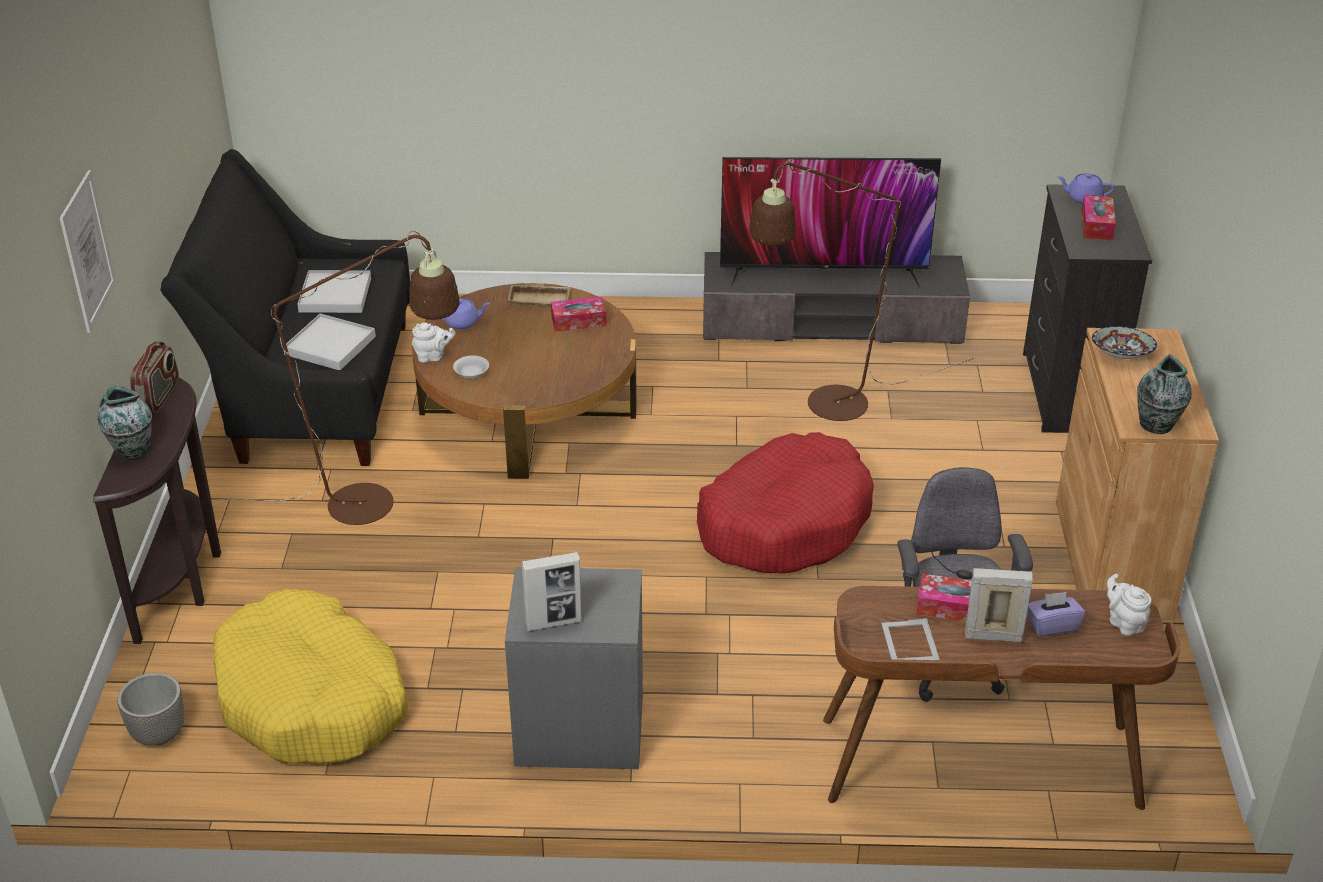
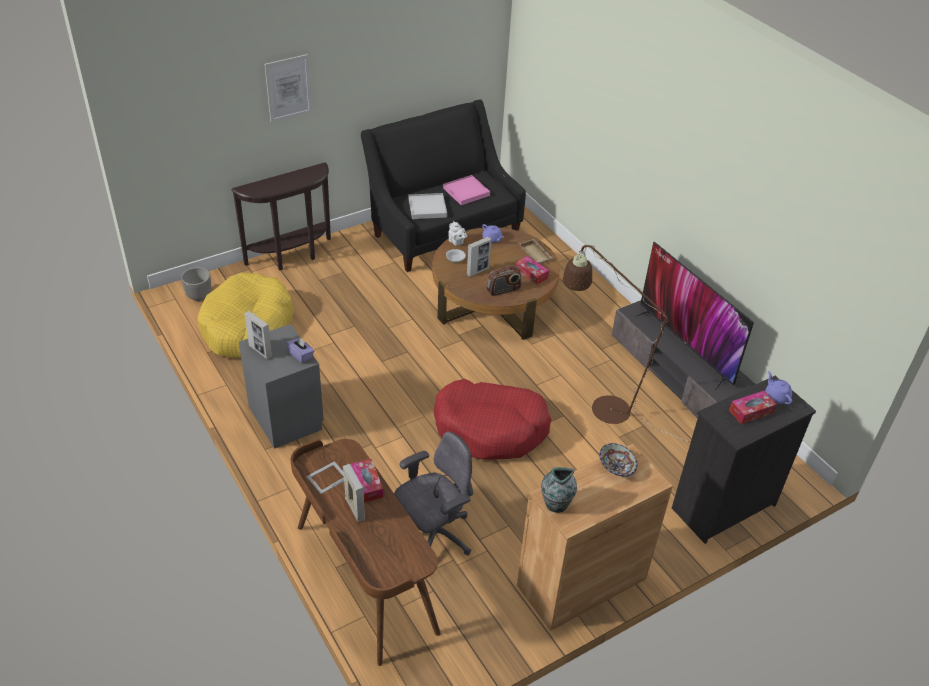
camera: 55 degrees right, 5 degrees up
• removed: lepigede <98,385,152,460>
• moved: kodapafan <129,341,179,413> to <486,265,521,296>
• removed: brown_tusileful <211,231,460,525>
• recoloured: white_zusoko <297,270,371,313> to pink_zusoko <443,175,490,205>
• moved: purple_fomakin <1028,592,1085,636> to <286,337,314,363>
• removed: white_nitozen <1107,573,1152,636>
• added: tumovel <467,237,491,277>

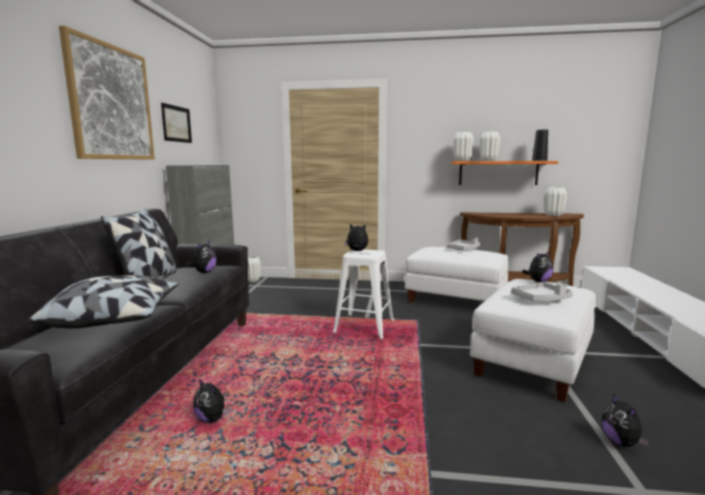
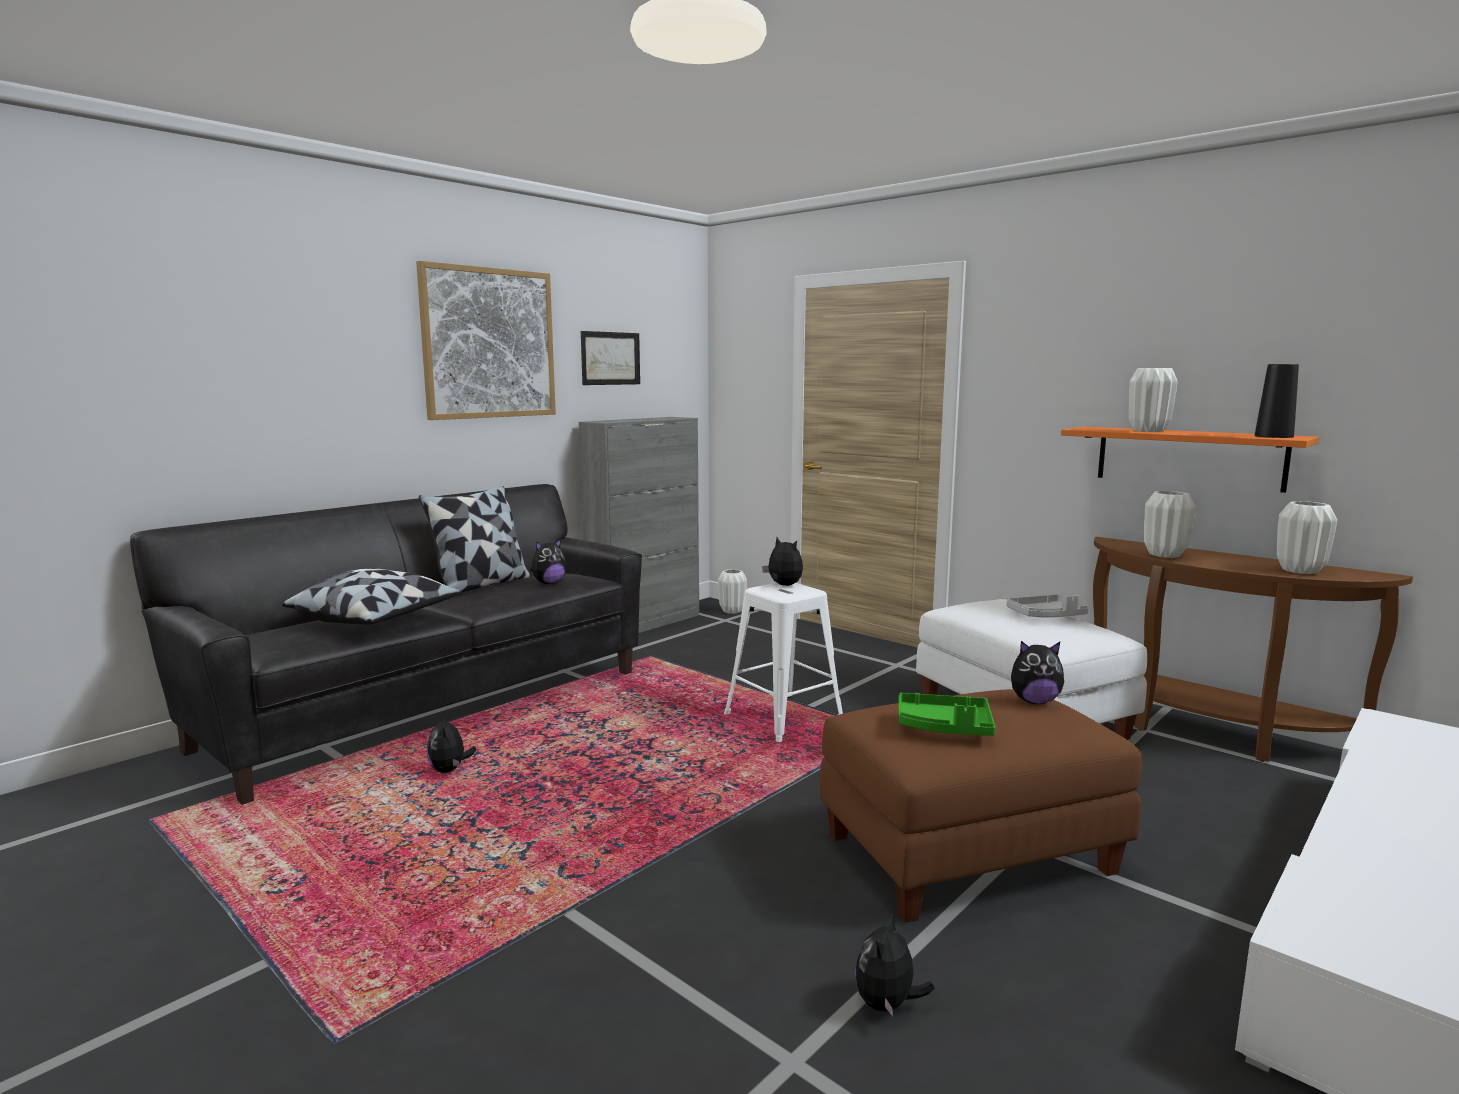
camera: 35 degrees right, 0 degrees up
• moved: white_lepigede <454,132,474,161> to <1144,491,1195,558>
• recoloured: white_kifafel <470,279,596,402> to brown_kifafel <820,689,1142,923>
• recoloured: grey_zusoko <511,282,573,302> to green_zusoko <898,693,996,736>

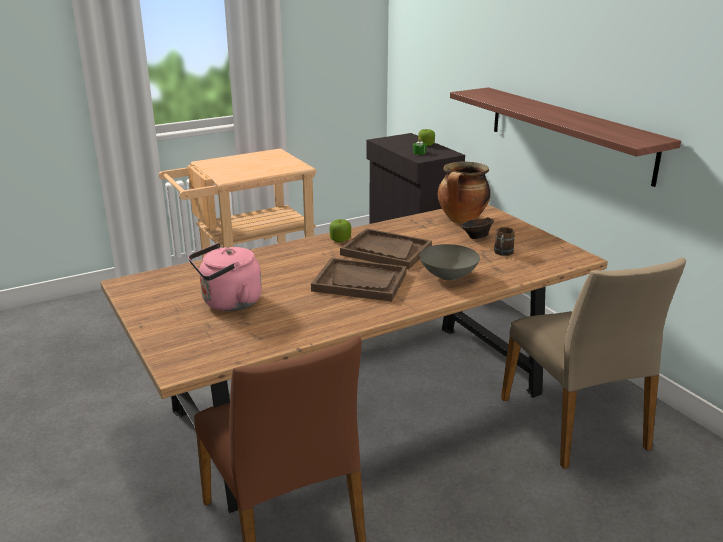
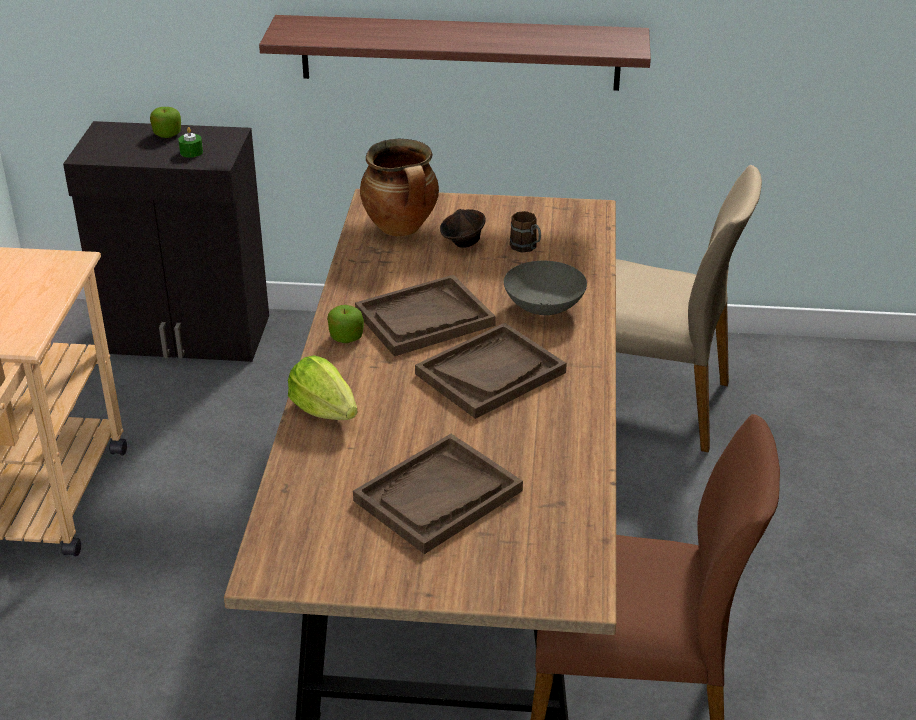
camera: 55 degrees left, 10 degrees up
• replaced: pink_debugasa <188,243,262,311> to brown_zusoko <353,434,523,554>
• added: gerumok <288,355,358,420>

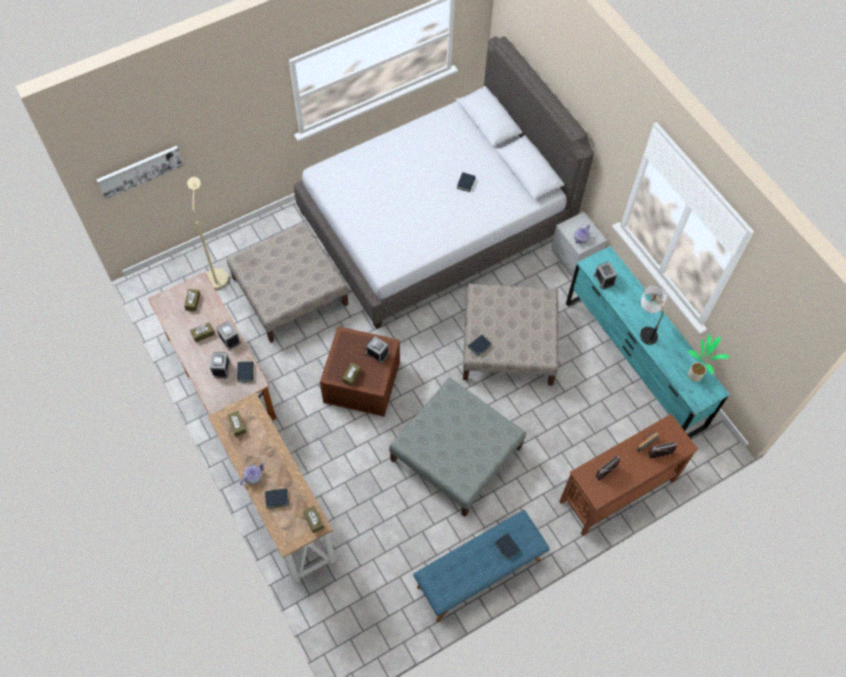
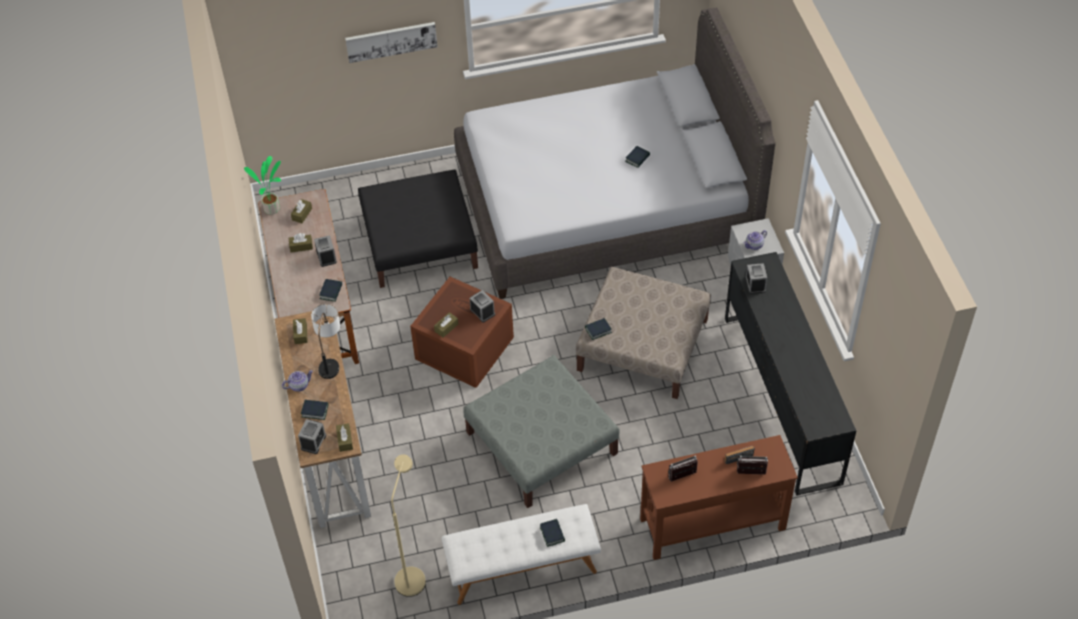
camera: 20 degrees right, 10 degrees down
• moved: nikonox <96,146,183,199> to <345,22,437,63>
• moved: beige_tusileful <187,177,229,290> to <391,454,426,597>
• moved: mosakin <210,352,230,378> to <298,419,326,454>
• recoloured: beige_kifafel <226,222,348,343> to black_kifafel <358,170,478,288>
• recoloured: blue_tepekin <413,510,550,622> to white_tepekin <441,504,601,605>
• recoloured: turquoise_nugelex <566,246,730,438> to black_nugelex <725,252,856,496>
• moved: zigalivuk <640,285,667,345> to <311,304,340,379>
• moved: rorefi <688,334,729,382> to <244,156,281,215>

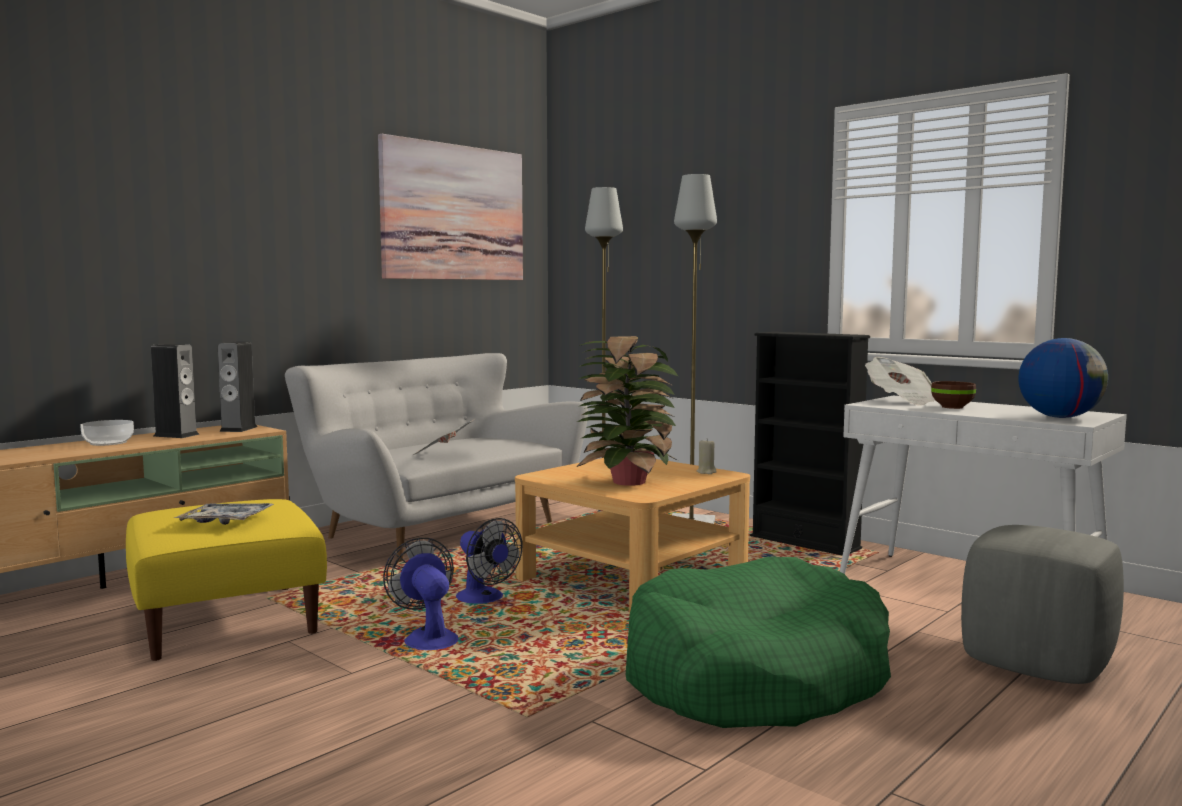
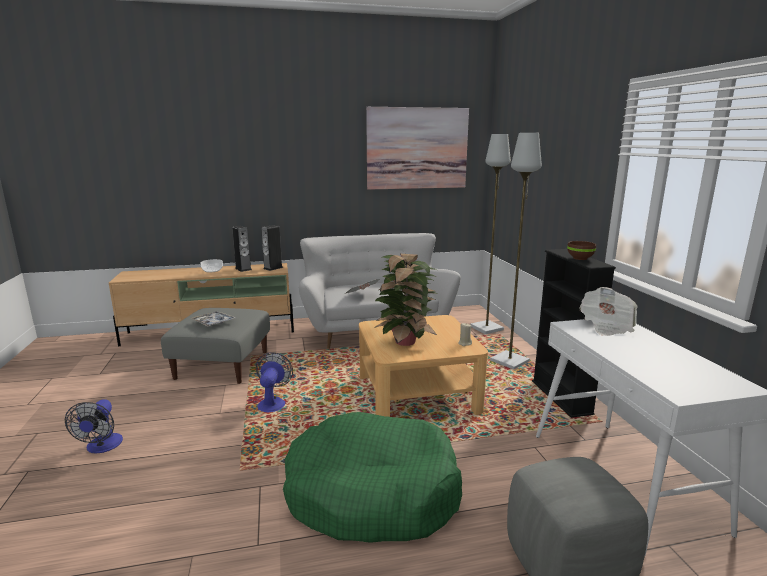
camera: 35 degrees right, 10 degrees up
• recoloured: yellow_kifafel <126,499,327,661> to grey_kifafel <161,308,270,384>
• moved: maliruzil <456,518,523,604> to <65,399,123,453>
• moved: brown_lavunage <931,381,976,409> to <567,241,596,260>
• removed: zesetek <1018,338,1108,418>

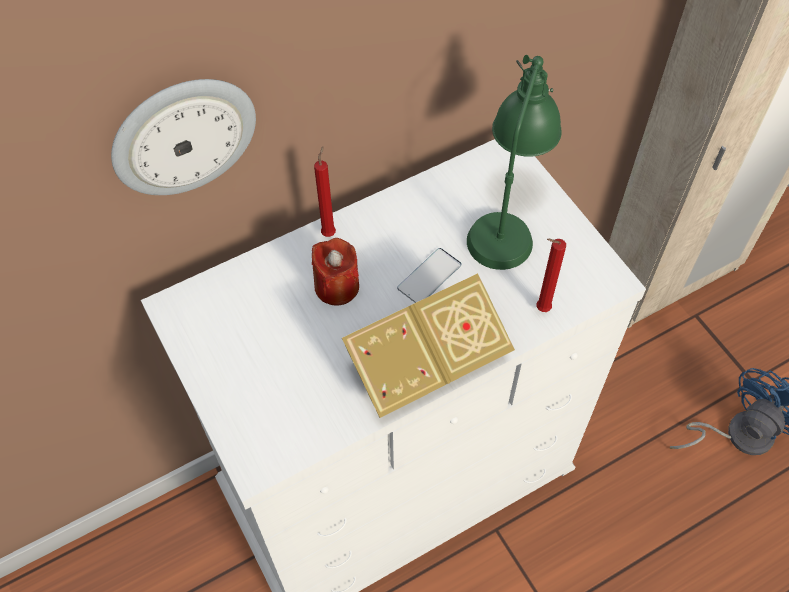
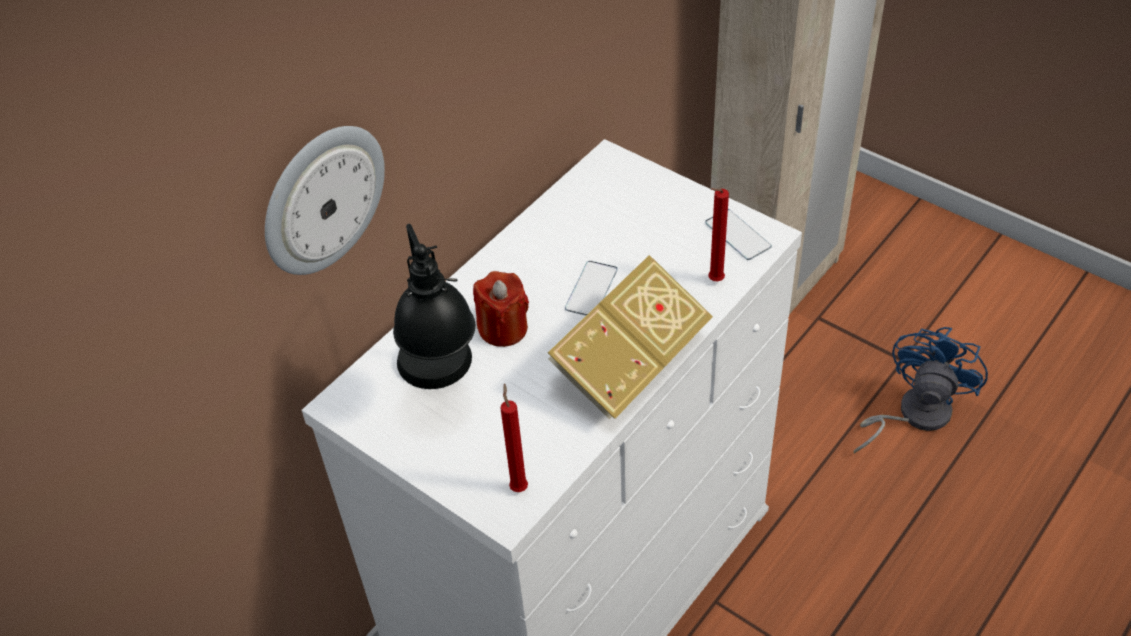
camera: 20 degrees left, 10 degrees down
• moved: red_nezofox <314,146,336,237> to <500,383,528,492>
• removed: green_zigalivuk <467,55,562,270>
• added: black_zigalivuk <393,224,475,389>
• added: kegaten <705,209,772,260>

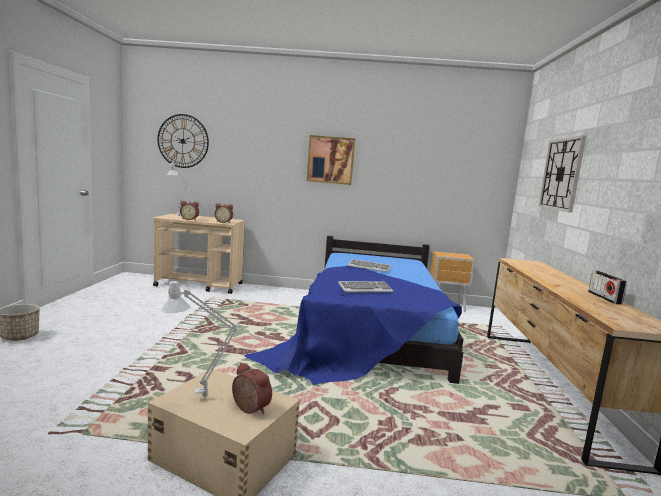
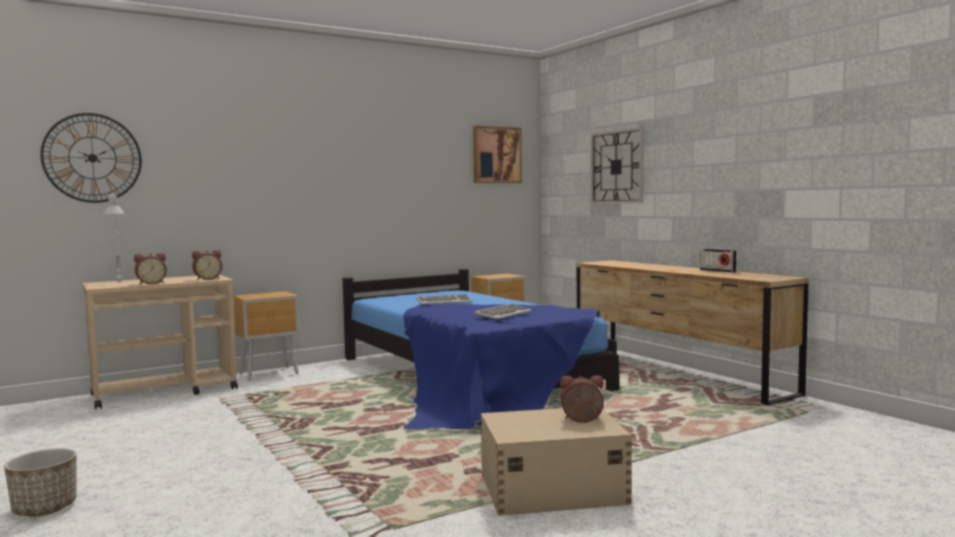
camera: 35 degrees left, 5 degrees down
• removed: grey_zigalivuk <161,280,259,397>
• moved: nikonox <307,135,355,185> to <473,126,522,183>
• added: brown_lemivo <233,291,300,381>

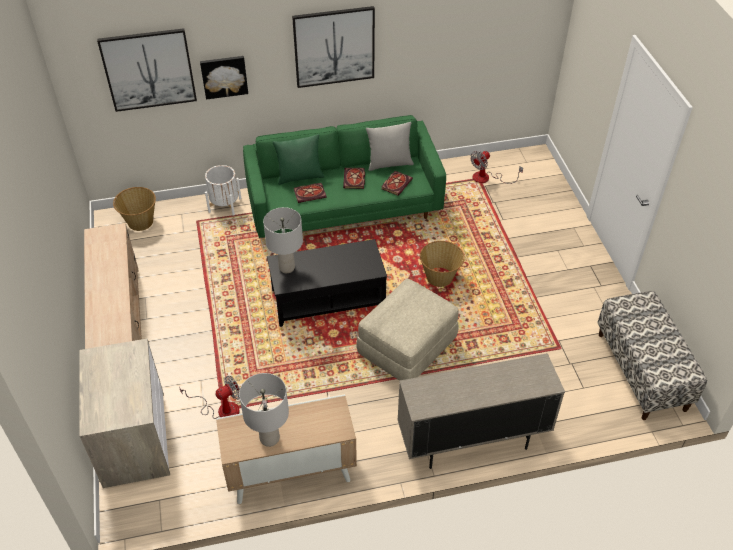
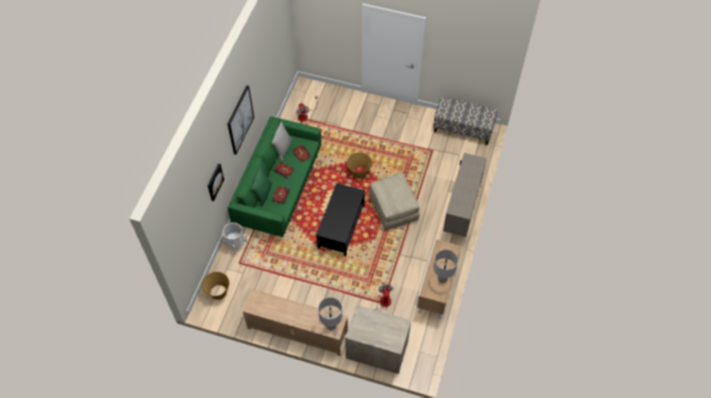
camera: 60 degrees left, 10 degrees up
• removed: nikonox <97,28,197,112>
• moved: grey_zigalivuk <263,207,303,273> to <318,297,342,330>

